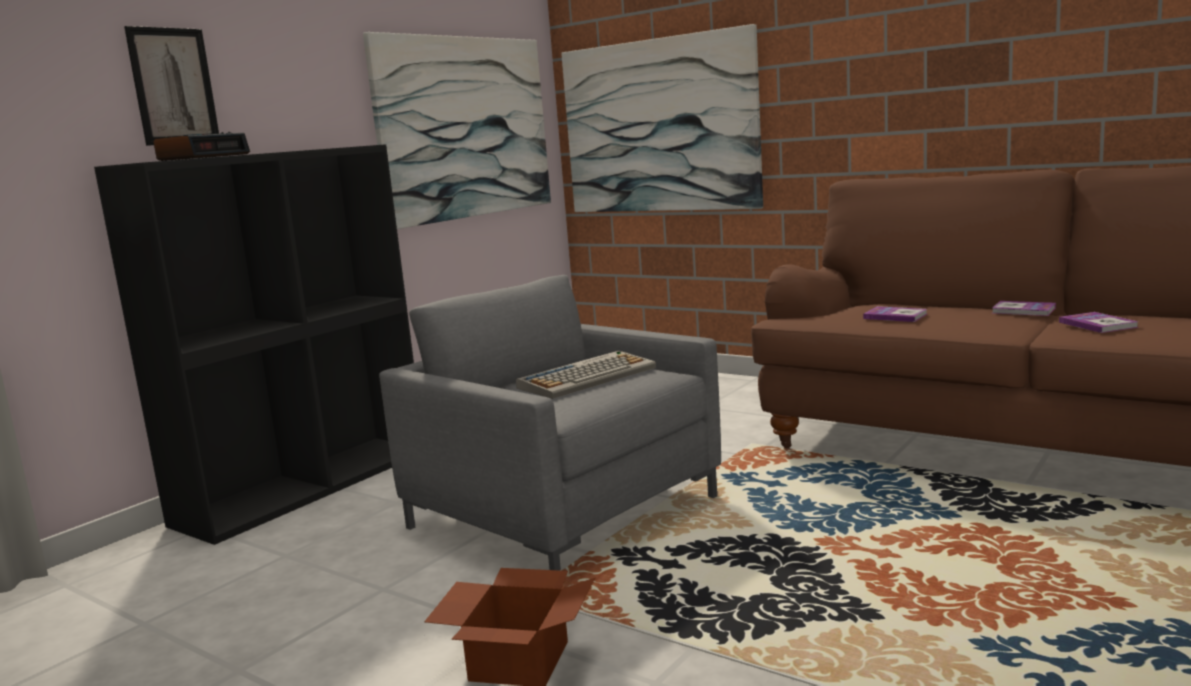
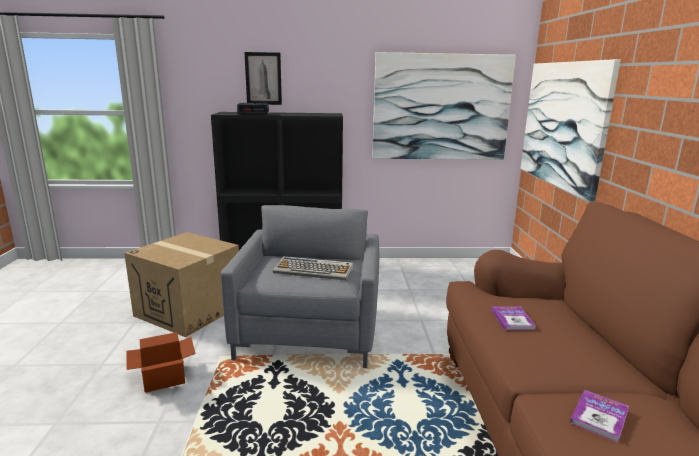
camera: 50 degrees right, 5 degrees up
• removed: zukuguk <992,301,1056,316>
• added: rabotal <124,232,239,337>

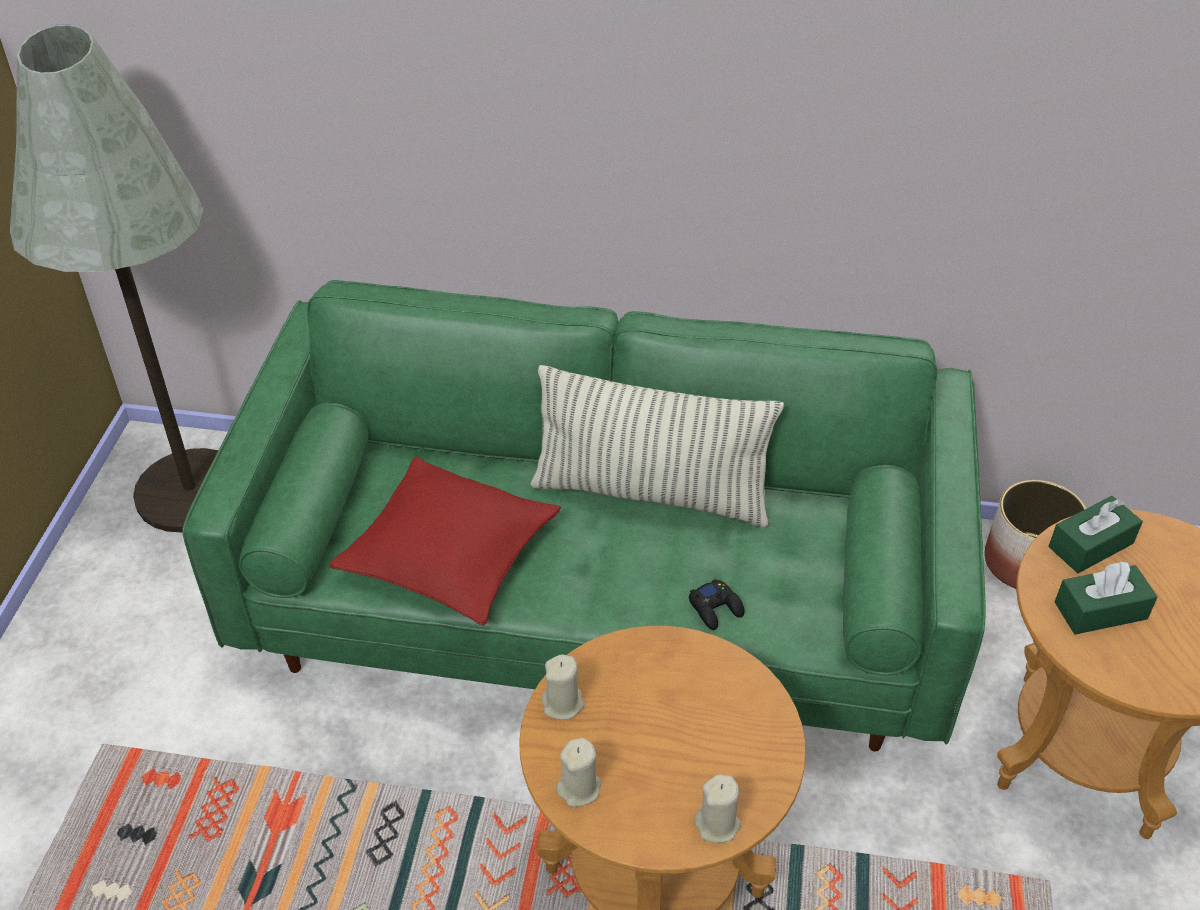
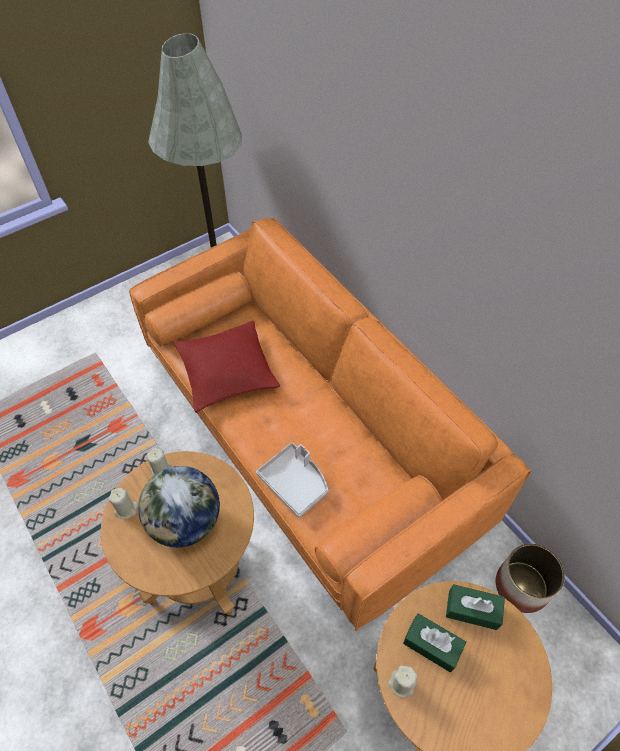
camera: 45 degrees right, 10 degrees up
• recoloured: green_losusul <183,280,986,752> to orange_losusul <129,218,532,631>
• removed: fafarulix <530,365,784,528>
• replaced: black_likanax <689,579,745,630> to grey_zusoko <256,443,328,518>
• moved: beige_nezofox <694,774,741,843> to <388,666,417,698>
• added: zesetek <138,466,220,548>

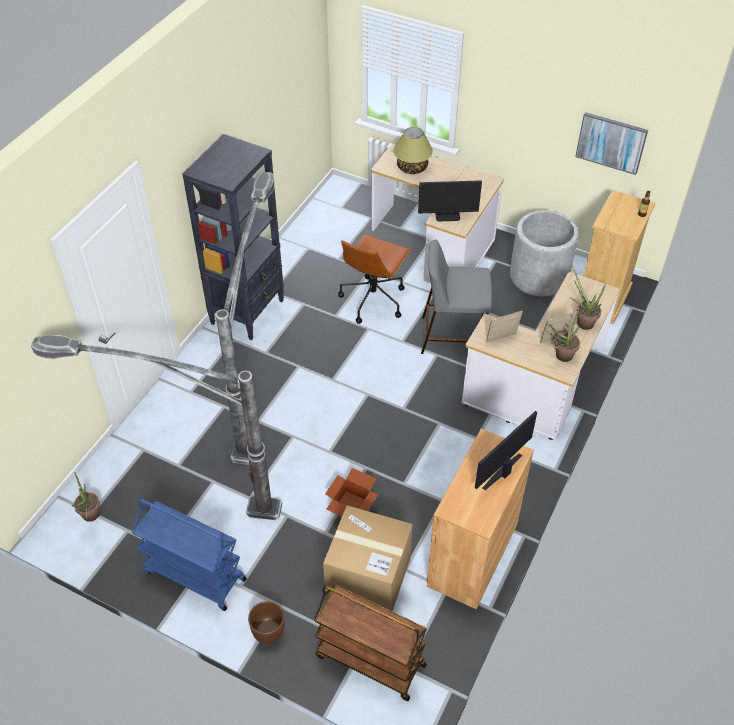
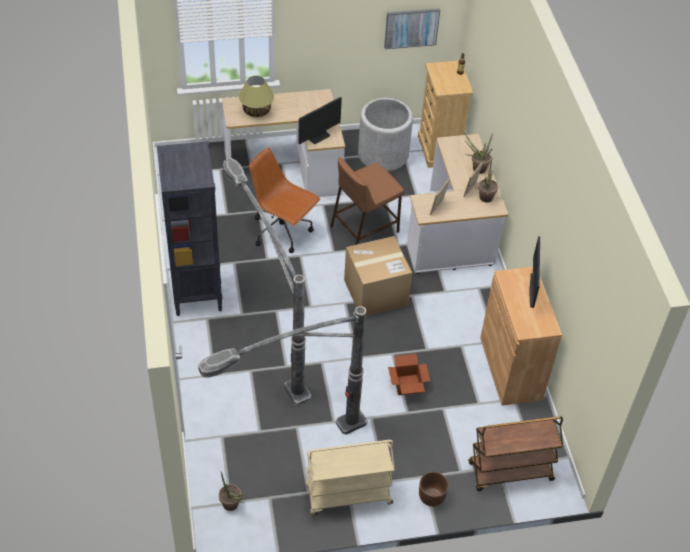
camera: 40 degrees left, 0 degrees up
• recoloured: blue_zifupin <132,499,247,611> to beige_zifupin <305,440,394,515>
• moved: rabotal <323,506,413,611> to <344,236,412,316>
• turned: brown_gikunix <338,234,411,324> = <249,148,320,253> 135 degrees clockwise
• recoloured: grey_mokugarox <421,240,492,354> to brown_mokugarox <330,157,404,245>

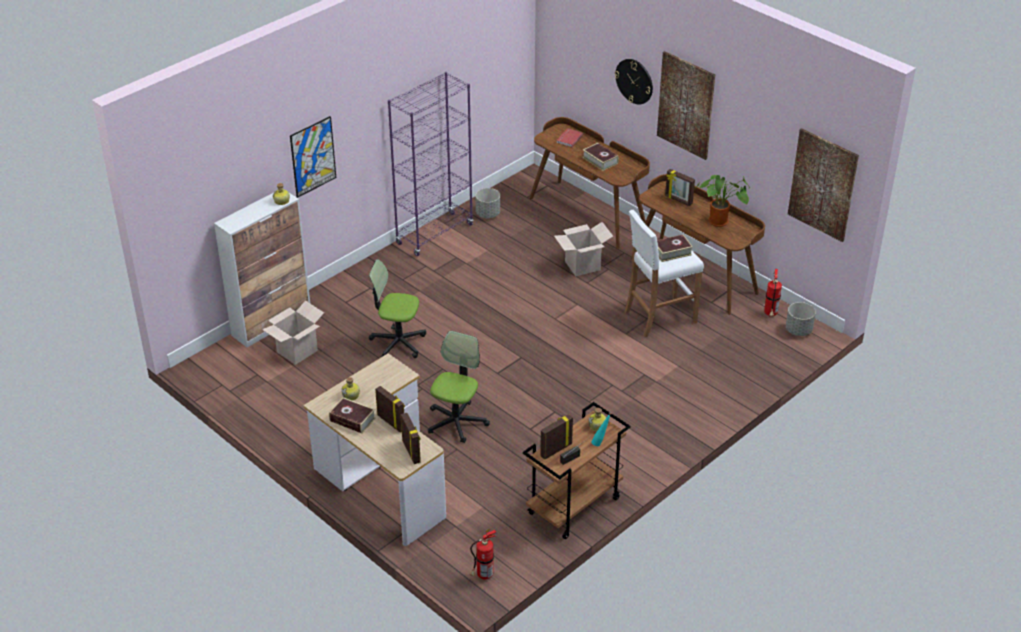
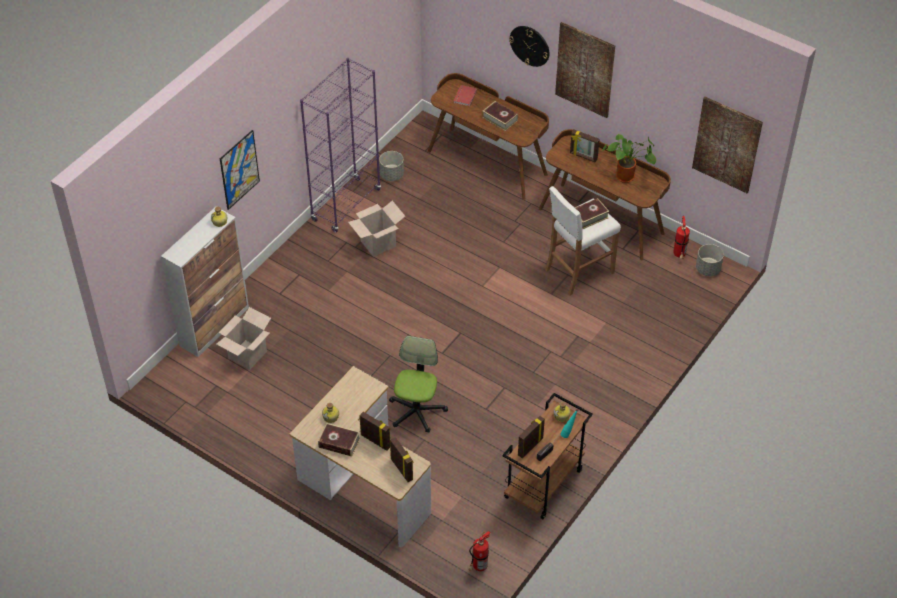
camera: 10 degrees left, 10 degrees up
• removed: gikunix <369,259,426,358>
• moved: rabotal <554,222,613,276> to <348,201,405,257>

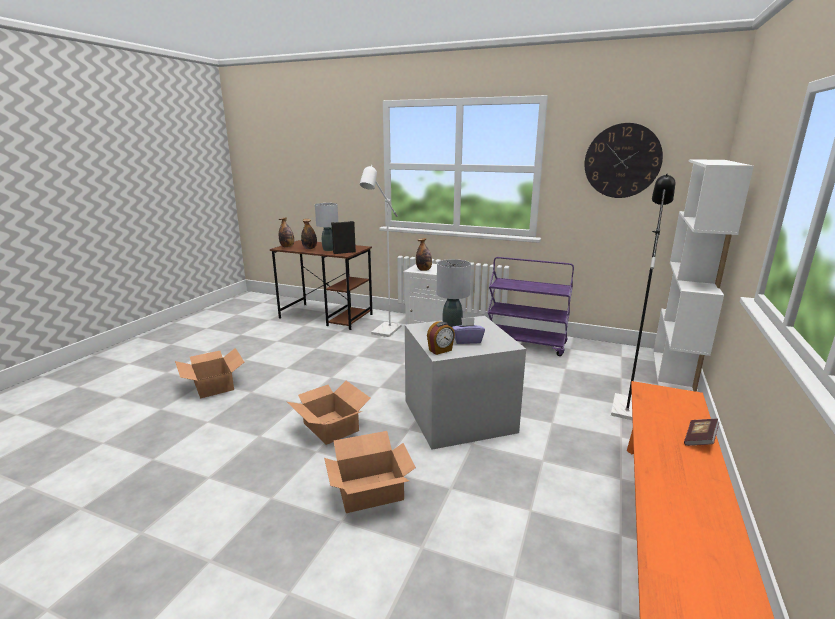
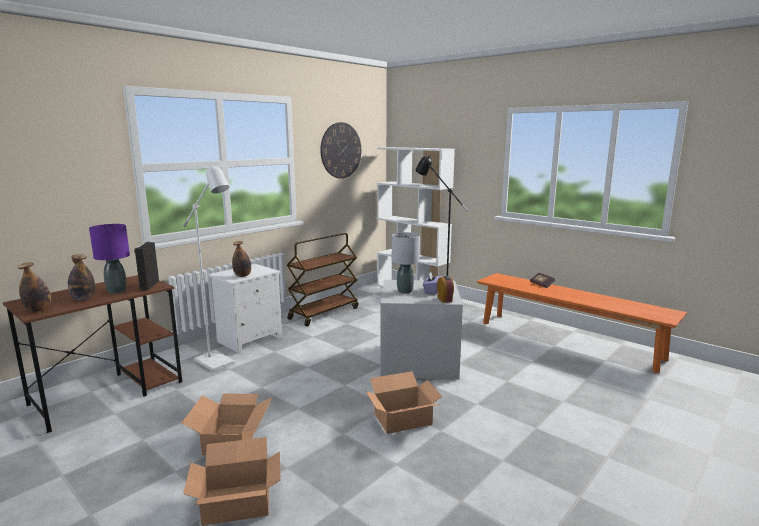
camera: 70 degrees left, 5 degrees down
• recoloured: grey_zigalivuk <315,203,338,251> to purple_zigalivuk <89,224,130,294>
• moved: rabotal <324,431,416,513> to <181,393,272,455>
• recoloured: purple_zifupin <488,257,574,356> to brown_zifupin <287,233,358,327>

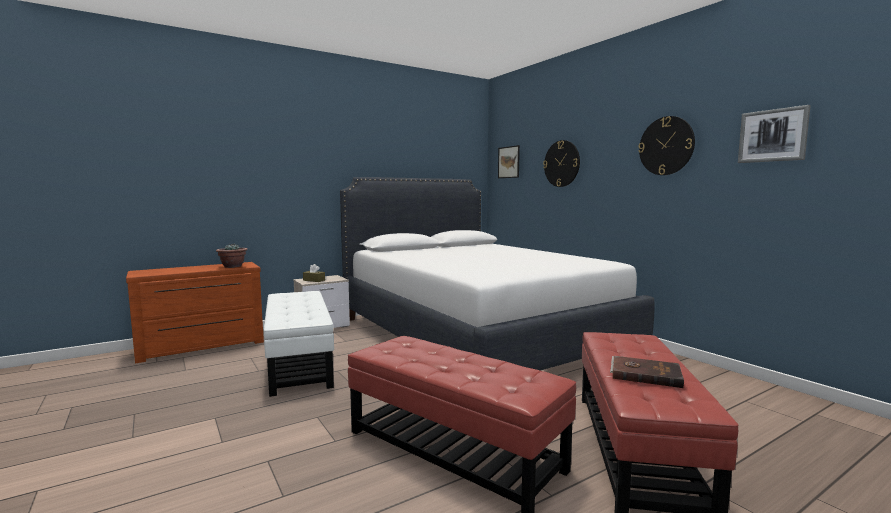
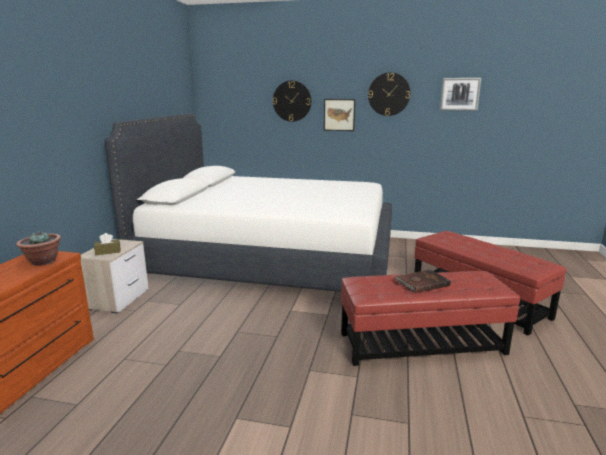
camera: 45 degrees left, 10 degrees up
• removed: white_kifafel <264,291,334,397>
• moved: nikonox <498,145,520,178> to <324,99,355,131>
• moved: brown_zukuguk <610,356,684,388> to <395,269,451,293>

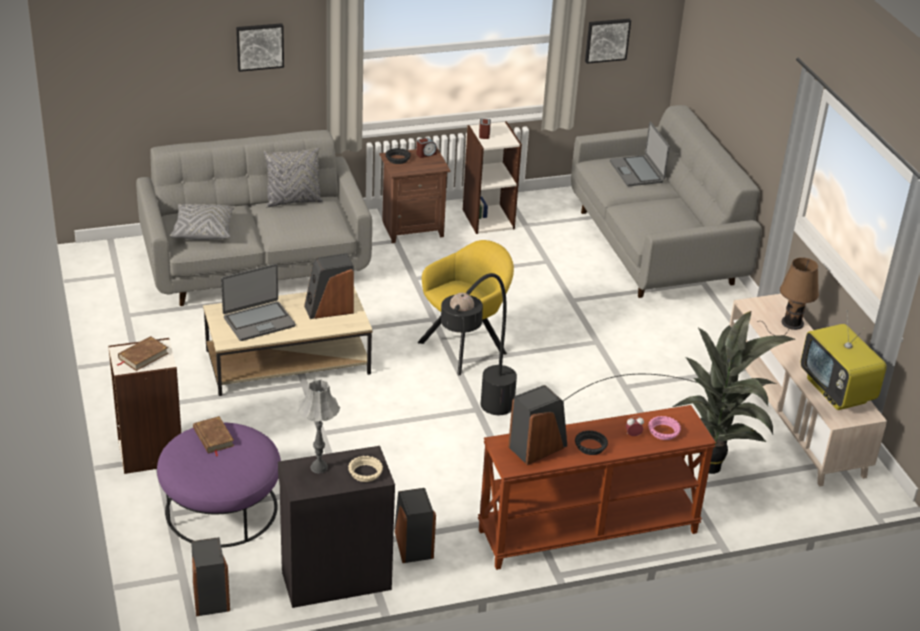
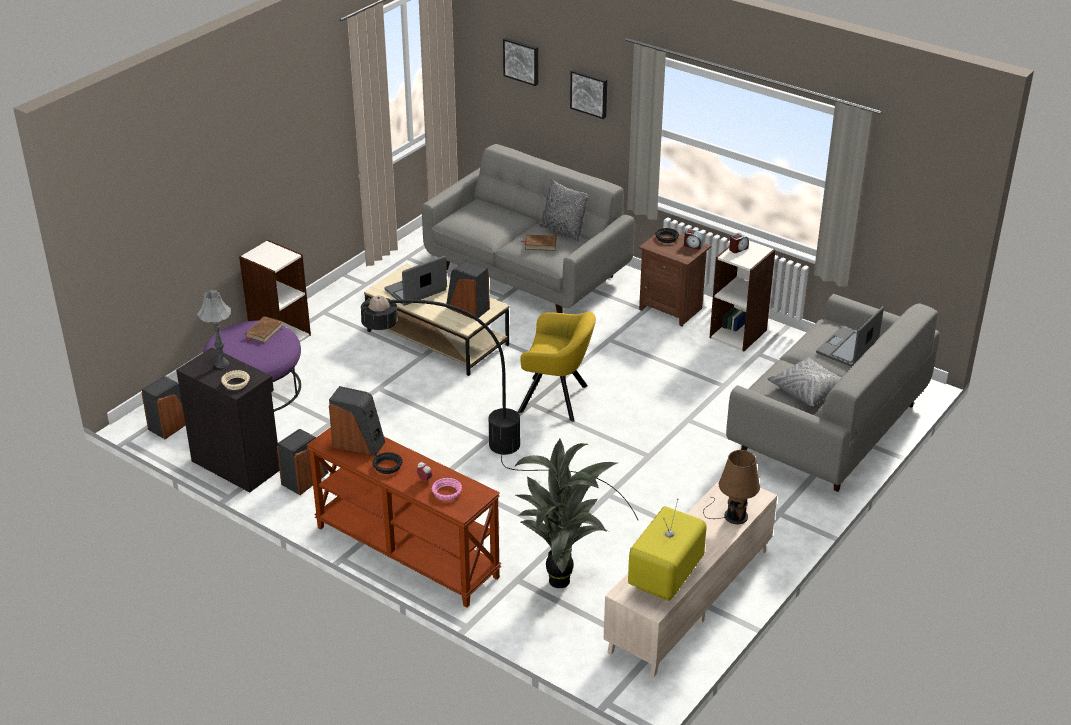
camera: 55 degrees right, 0 degrees up
• moved: brown_zukuguk <117,336,168,371> to <521,234,557,251>
• moved: grey_fafarulix <170,204,235,240> to <767,357,841,406>
• turned: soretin <221,264,296,341> = <385,256,447,306> 120 degrees clockwise
• moved: nikonox <585,19,631,64> to <503,38,538,86>

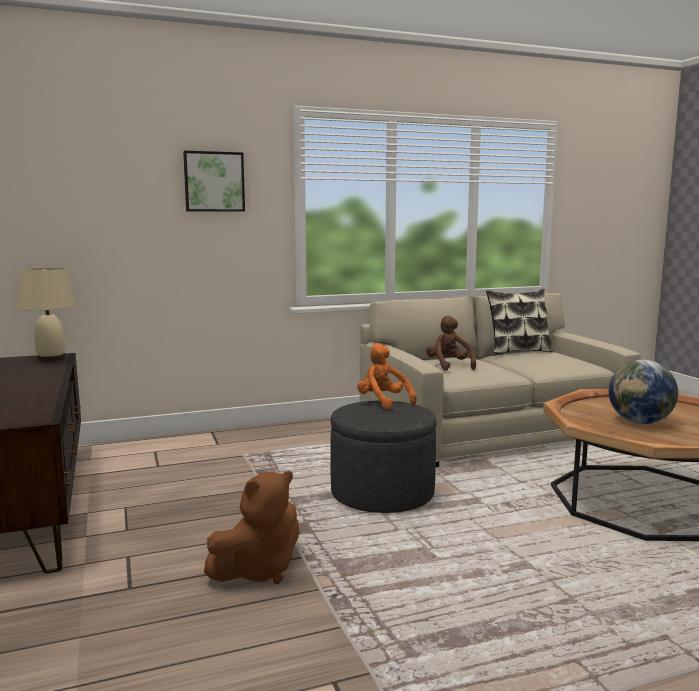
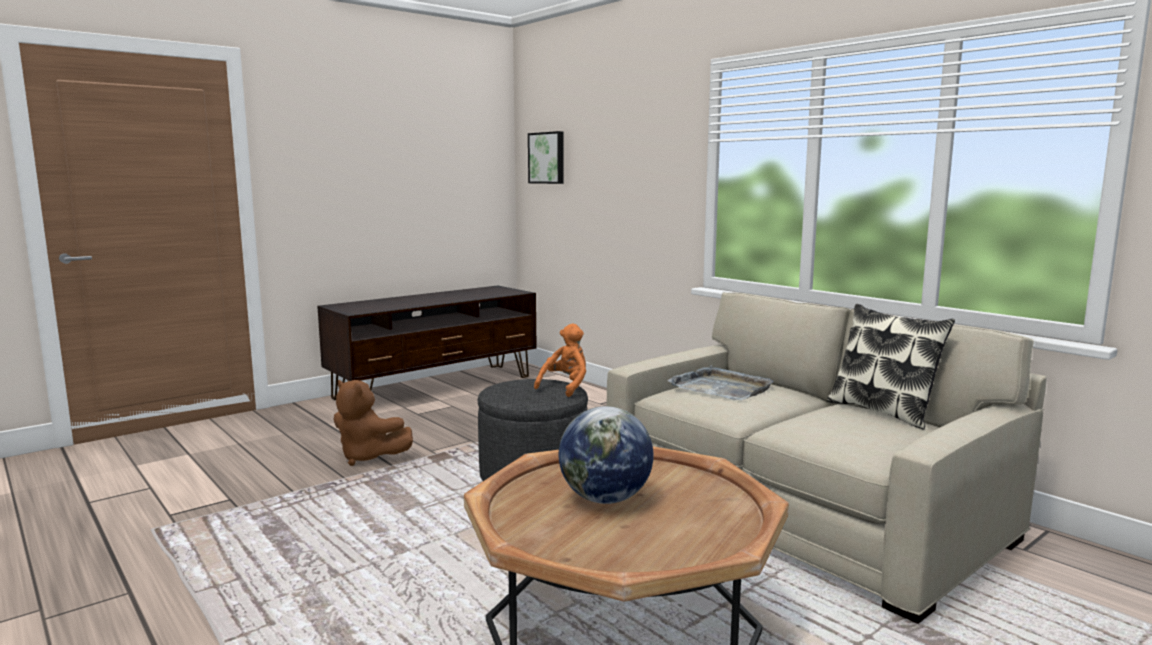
camera: 70 degrees right, 0 degrees up
• removed: beige_zigalivuk <17,267,76,361>
• moved: nikonox <183,151,245,212> to <528,131,564,184>
• replaced: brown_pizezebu <426,316,476,371> to grey_zusoko <667,365,774,400>

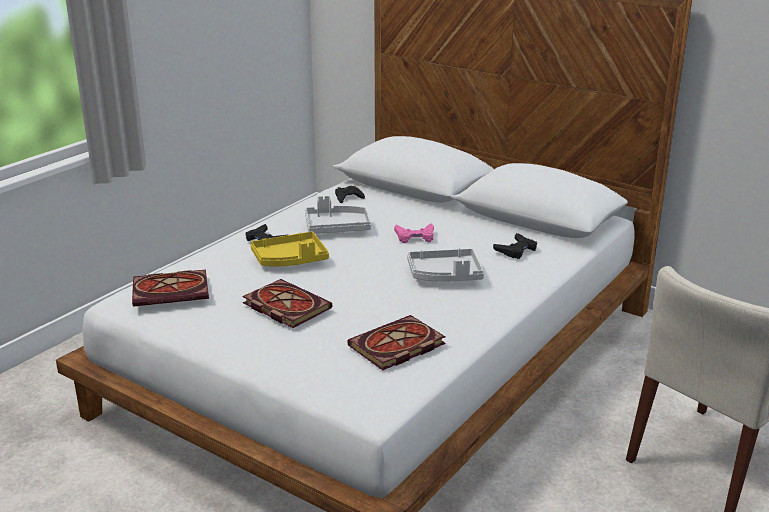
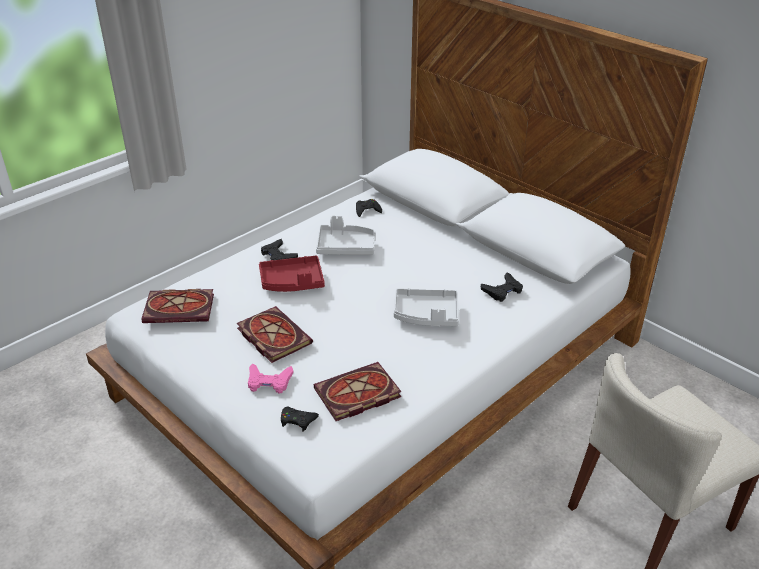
camera: 10 degrees right, 10 degrees up
• recoloured: yellow_zusoko <250,232,329,267> to red_zusoko <259,256,325,292>
• moved: pink_likanax <394,223,434,243> to <248,364,293,394>
• added: black_likanax <281,406,319,432>

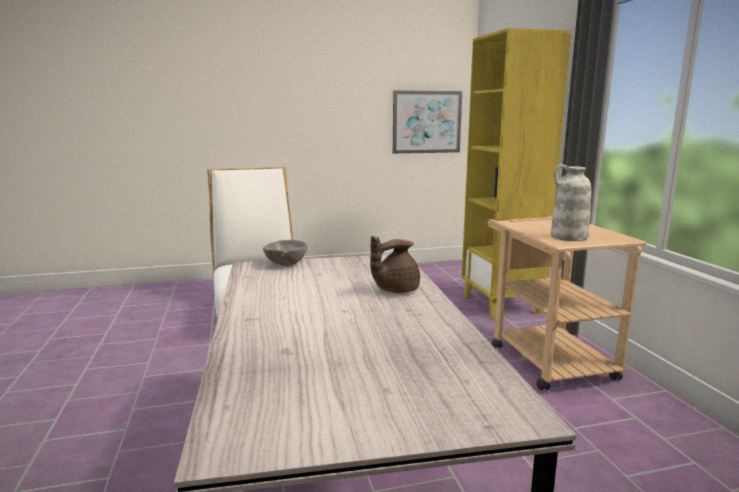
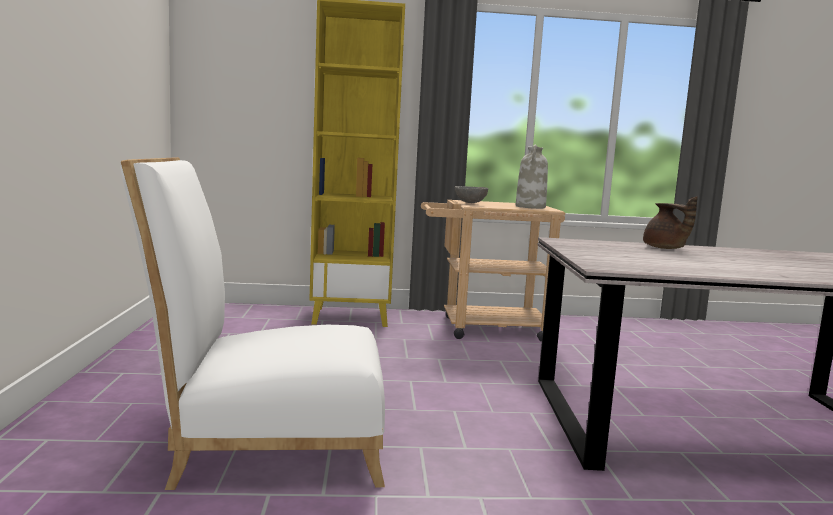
camera: 80 degrees left, 5 degrees down
• moved: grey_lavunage <263,240,307,266> to <455,186,488,203>
• removed: nikonox <393,90,462,154>

